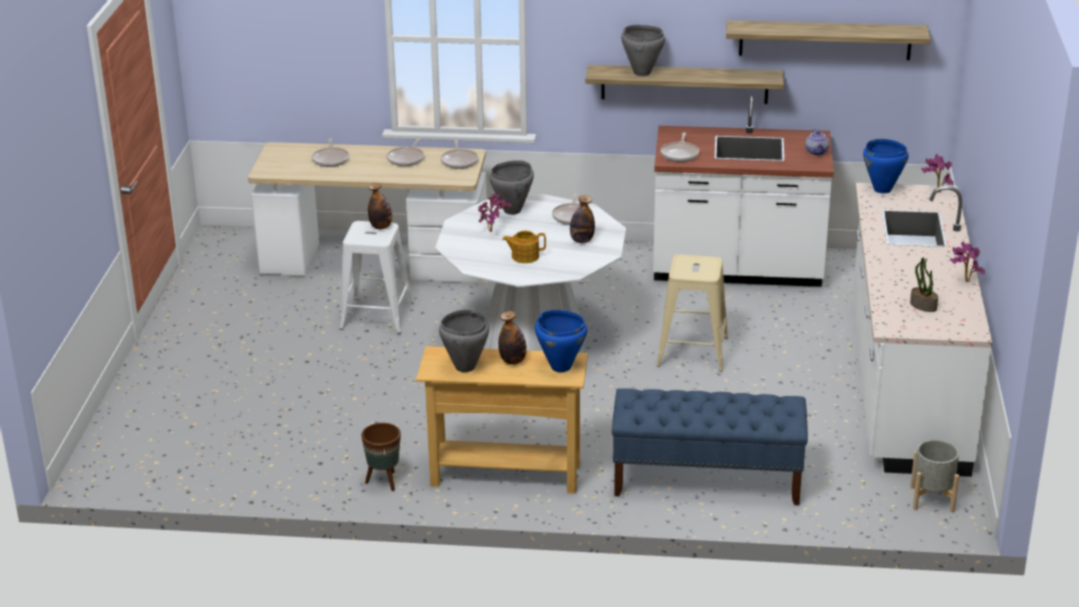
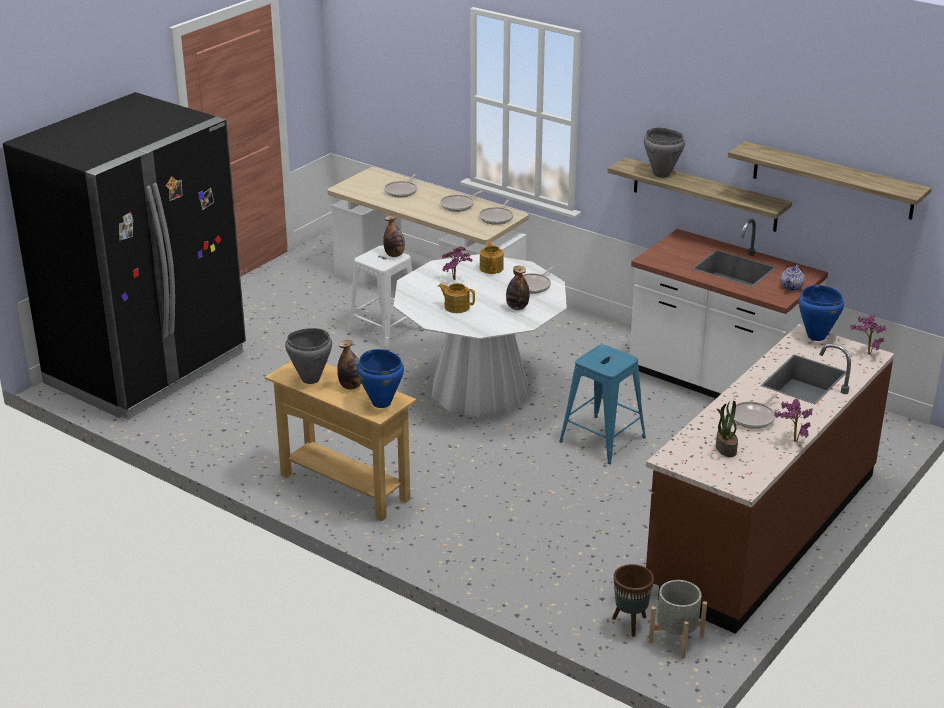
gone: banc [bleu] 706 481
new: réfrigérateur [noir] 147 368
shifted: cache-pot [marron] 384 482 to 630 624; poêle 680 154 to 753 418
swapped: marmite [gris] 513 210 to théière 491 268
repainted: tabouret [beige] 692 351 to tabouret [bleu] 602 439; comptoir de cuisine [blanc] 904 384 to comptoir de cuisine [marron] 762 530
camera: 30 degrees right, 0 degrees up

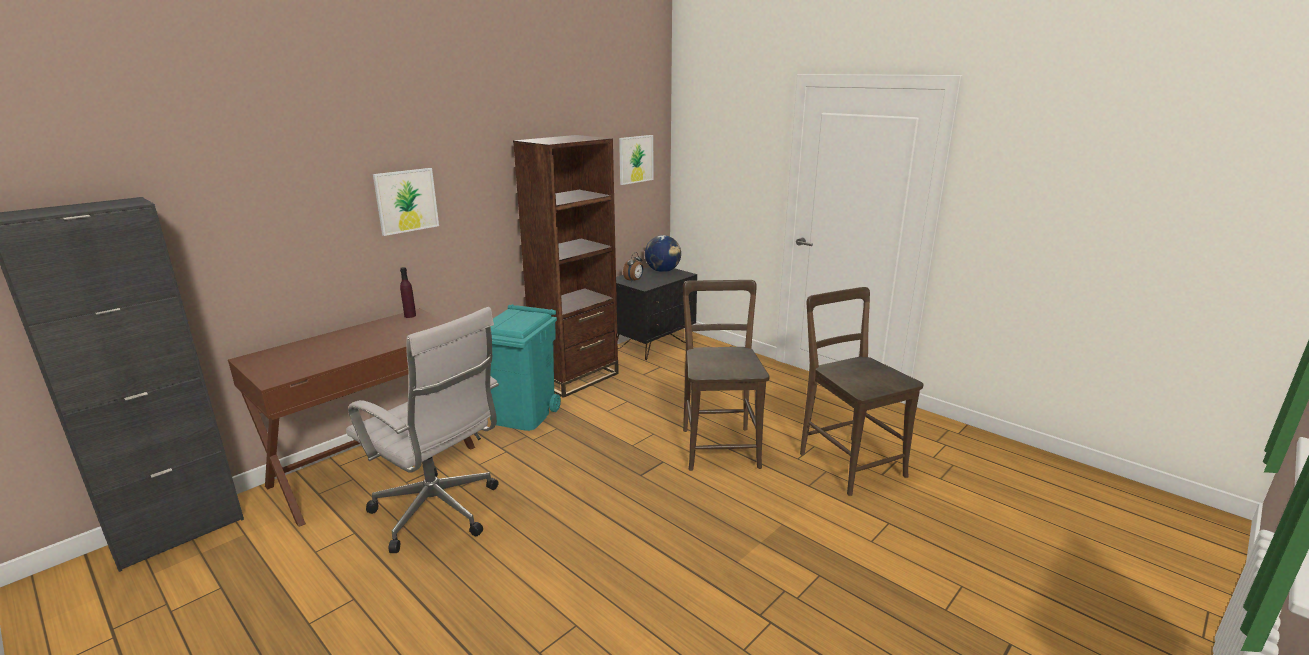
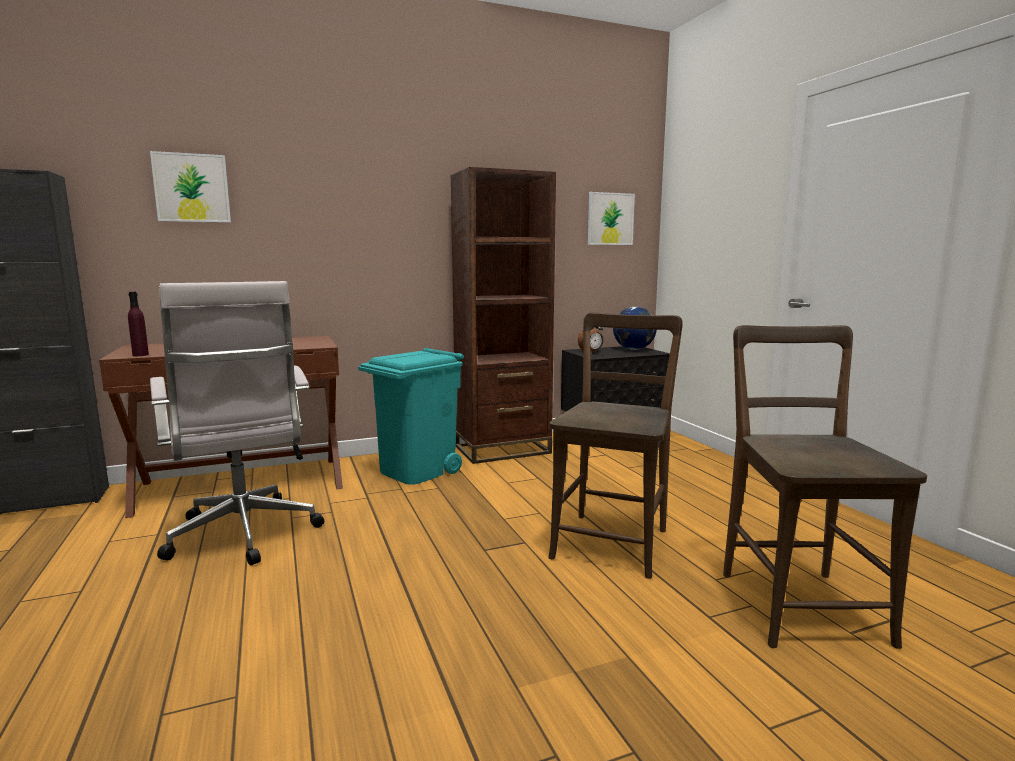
shifted: tableau 406 201 to 192 188; bouteille [violet] 410 316 to 140 355
camera: 25 degrees right, 10 degrees down

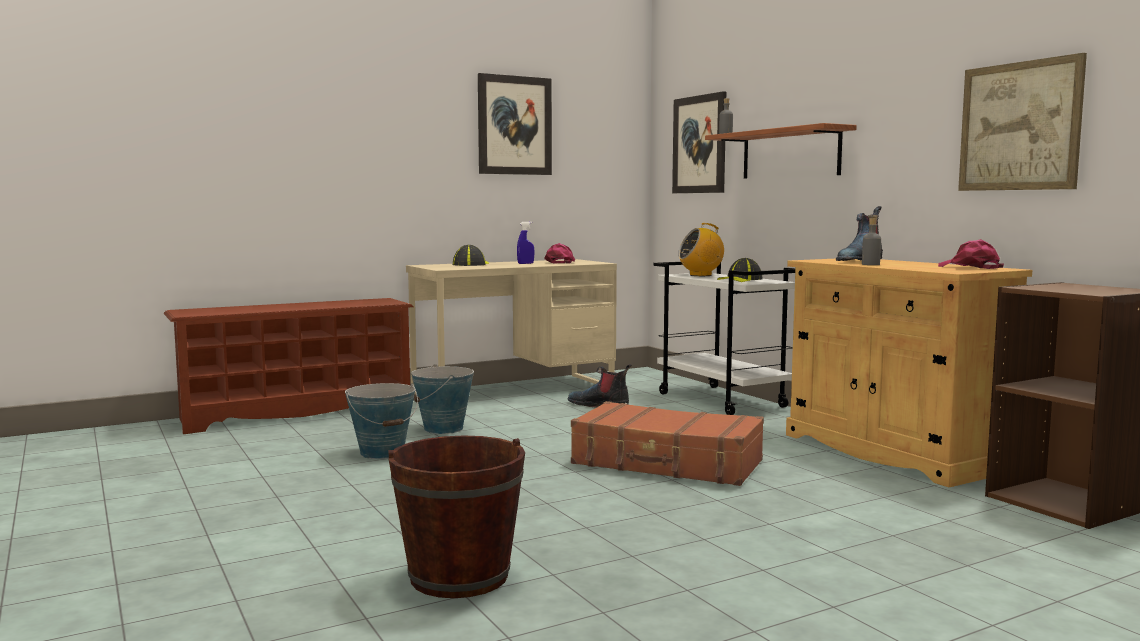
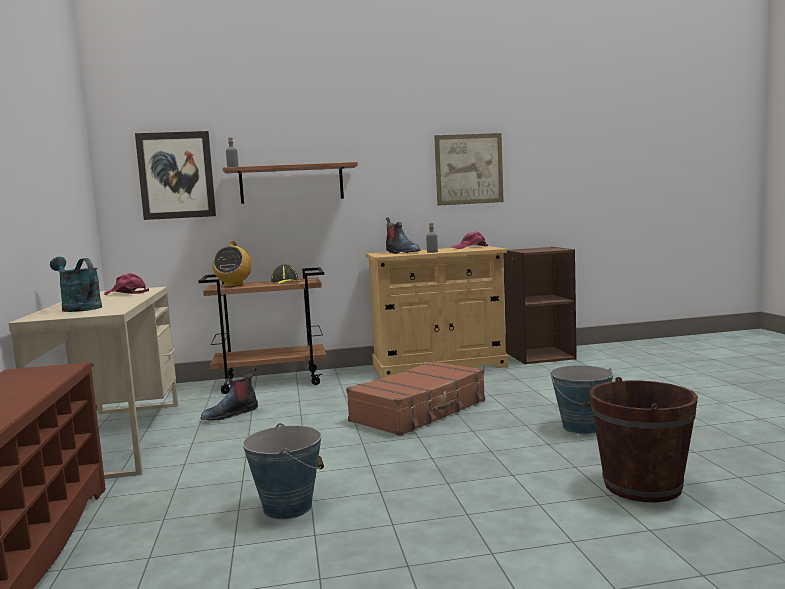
gone: tableau 514 125; vaporisateur [bleu] 525 263
shifted: seau 443 429 to 582 427
swapped: casquette 471 265 to arrosoir [turquoise] 78 308
repainted: chariot [blanc] 723 400 to chariot [marron] 272 381
camera: 70 degrees left, 0 degrees up

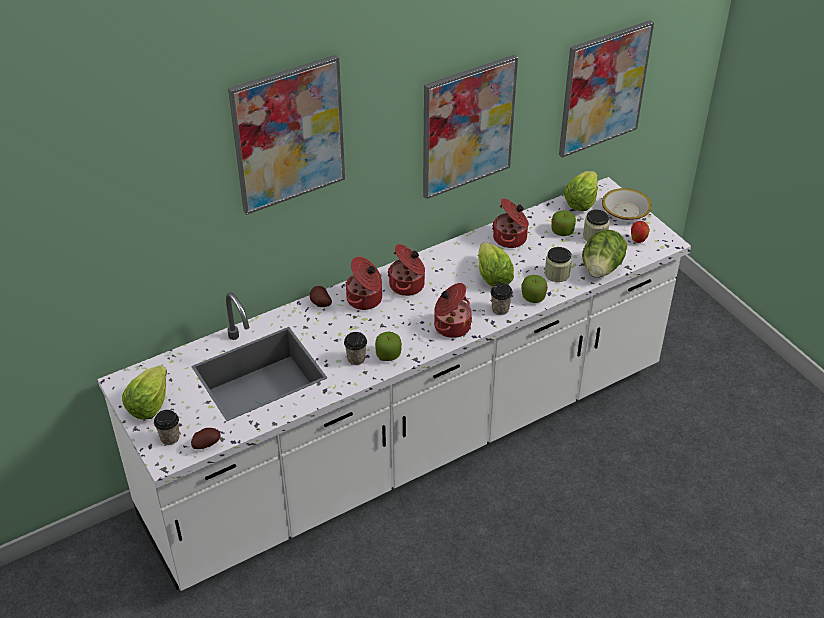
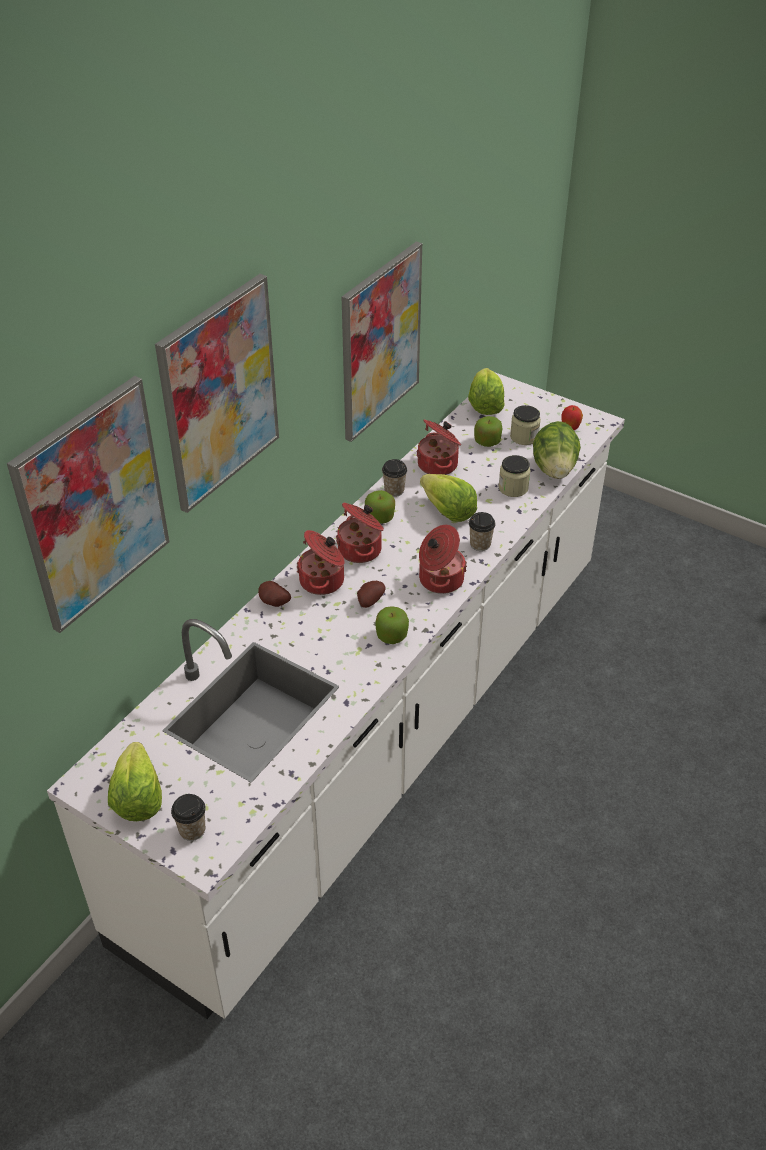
gone: bol 625 211
shifted: pomme de terre 206 444 to 369 601; tasse 356 359 to 394 490; pomme 533 297 to 380 517; tableau 603 88 to 93 505
camera: 25 degrees left, 0 degrees up

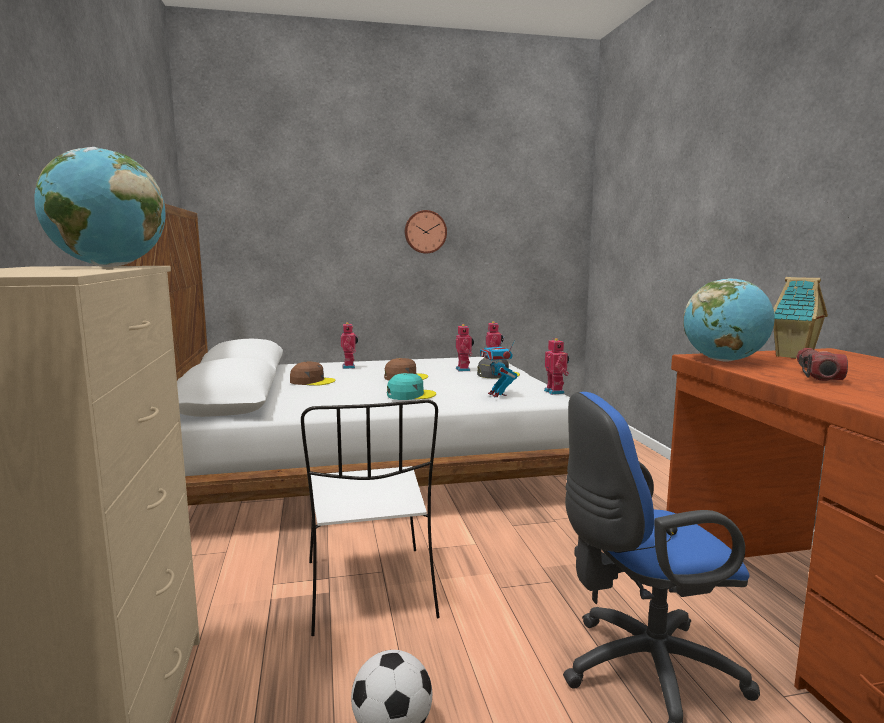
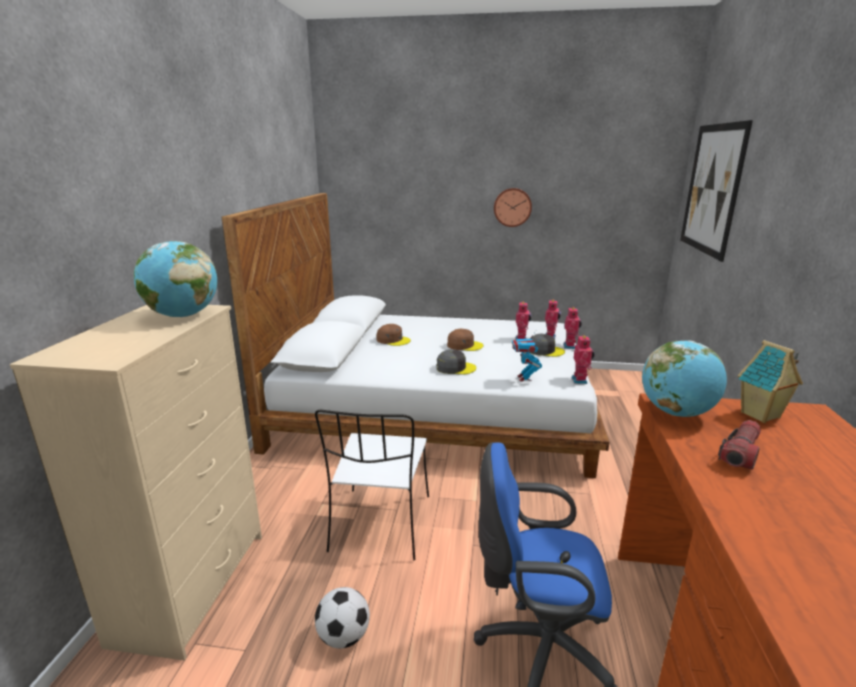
new: tableau 712 189
shifted: robot jouet 350 367 to 570 346
repainted: casquette [turquoise] 410 395 to casquette [gris] 455 368
camera: 20 degrees right, 10 degrees up

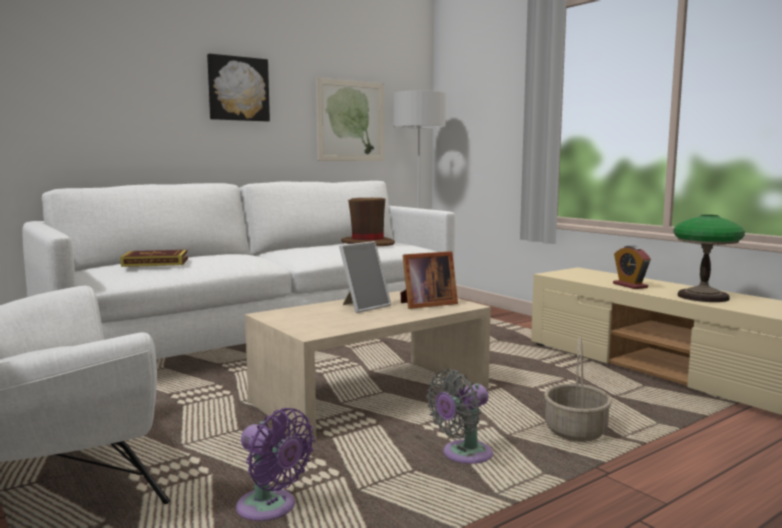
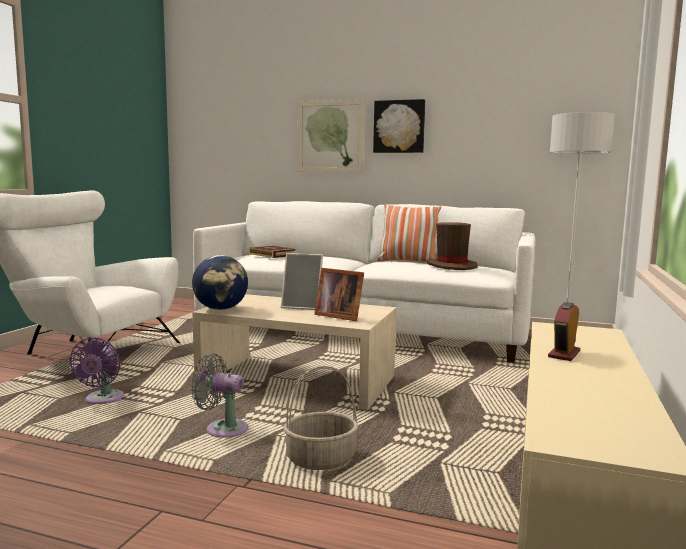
gone: lampe de table 703 297
new: globe 221 309; coussin 407 261
shifted: tableau 351 121 to 330 136
camera: 55 degrees right, 0 degrees up

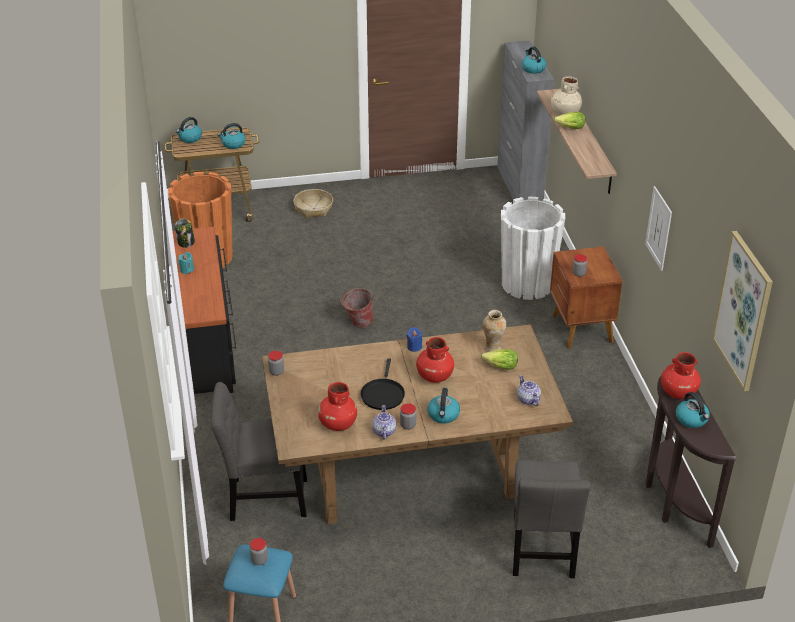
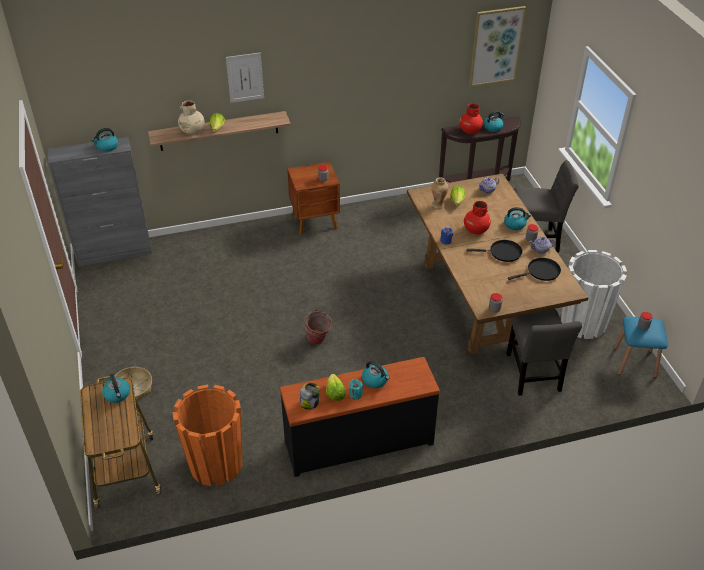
new: laitue 334 393
shifted: bouilloire 190 138 to 375 380; cache-pot [blanc] 527 284 to 583 322; tableau 658 228 to 245 77
swapped: vase [rouge] 337 424 to poêle [noir] 541 272
camera: 95 degrees left, 5 degrees up

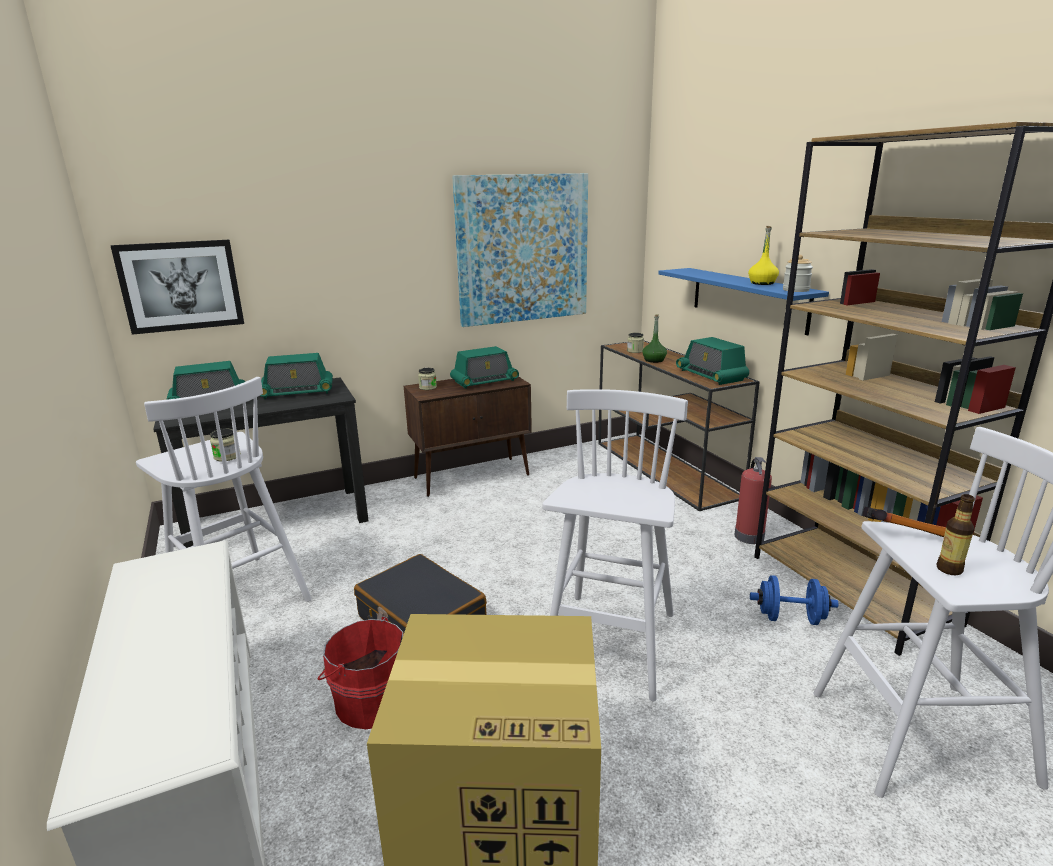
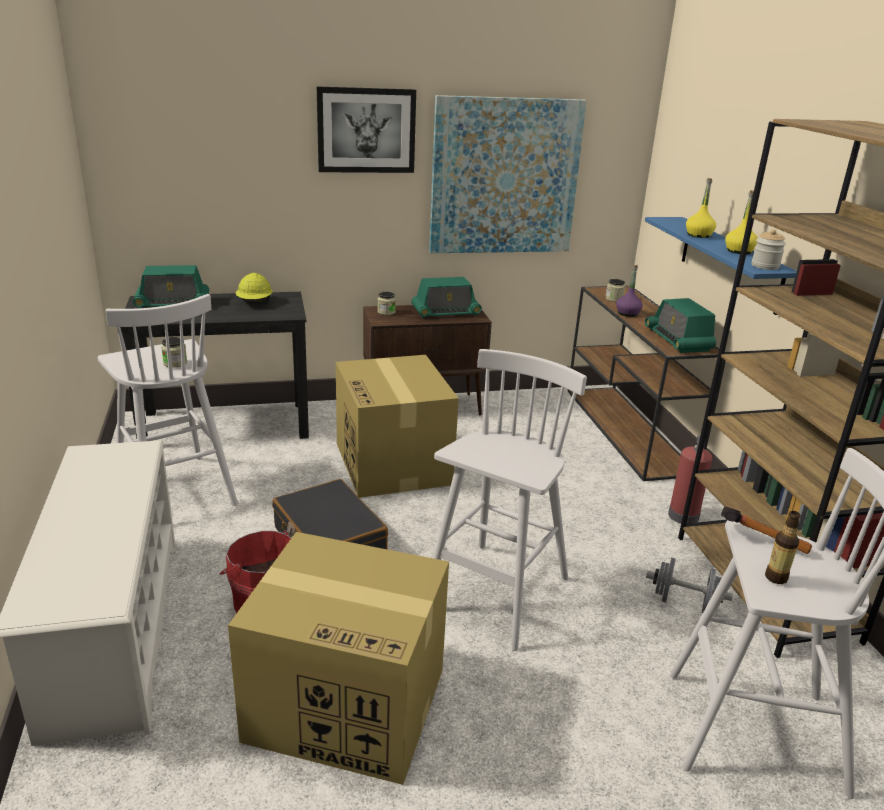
new: carton 393 464; bouteille [jaune] 698 235
shifted: tableau 181 286 to 366 130
swapped: radio 297 392 to casque de chantier [jaune] 255 303
repainted: bouteille [vert] 654 360 to bouteille [violet] 627 313; haltère [bleu] 790 618 to haltère [gris] 684 603
camera: 10 degrees right, 5 degrees up

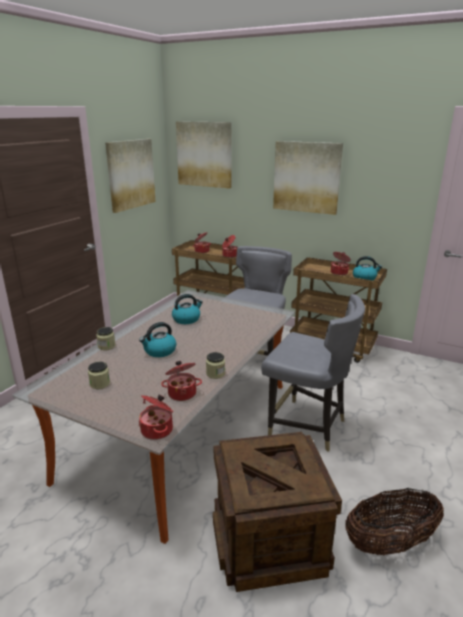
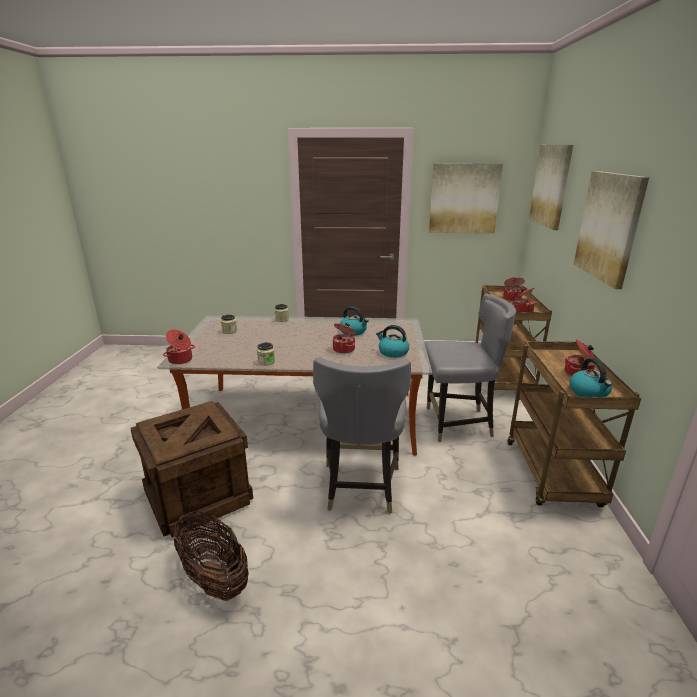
shifted: bouilloire 159 351 to 392 352; marmite 182 393 to 344 349
camera: 65 degrees right, 0 degrees up

